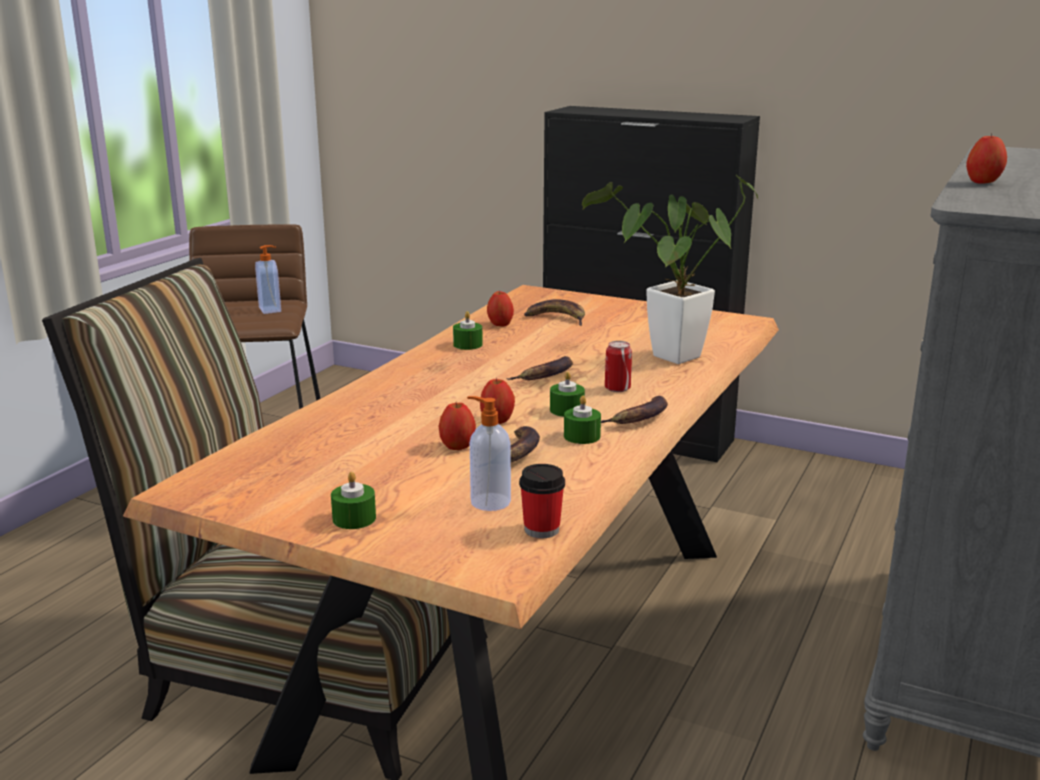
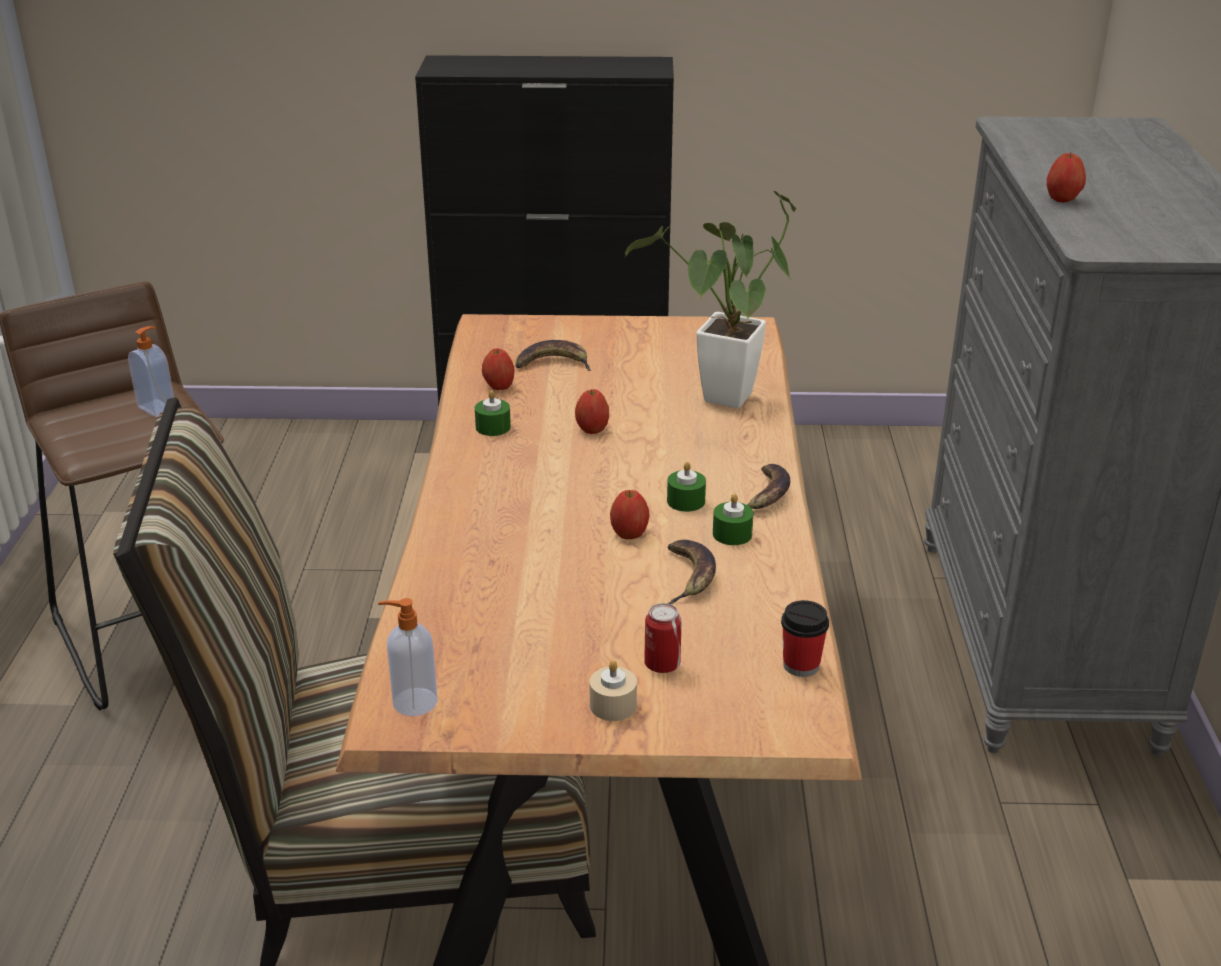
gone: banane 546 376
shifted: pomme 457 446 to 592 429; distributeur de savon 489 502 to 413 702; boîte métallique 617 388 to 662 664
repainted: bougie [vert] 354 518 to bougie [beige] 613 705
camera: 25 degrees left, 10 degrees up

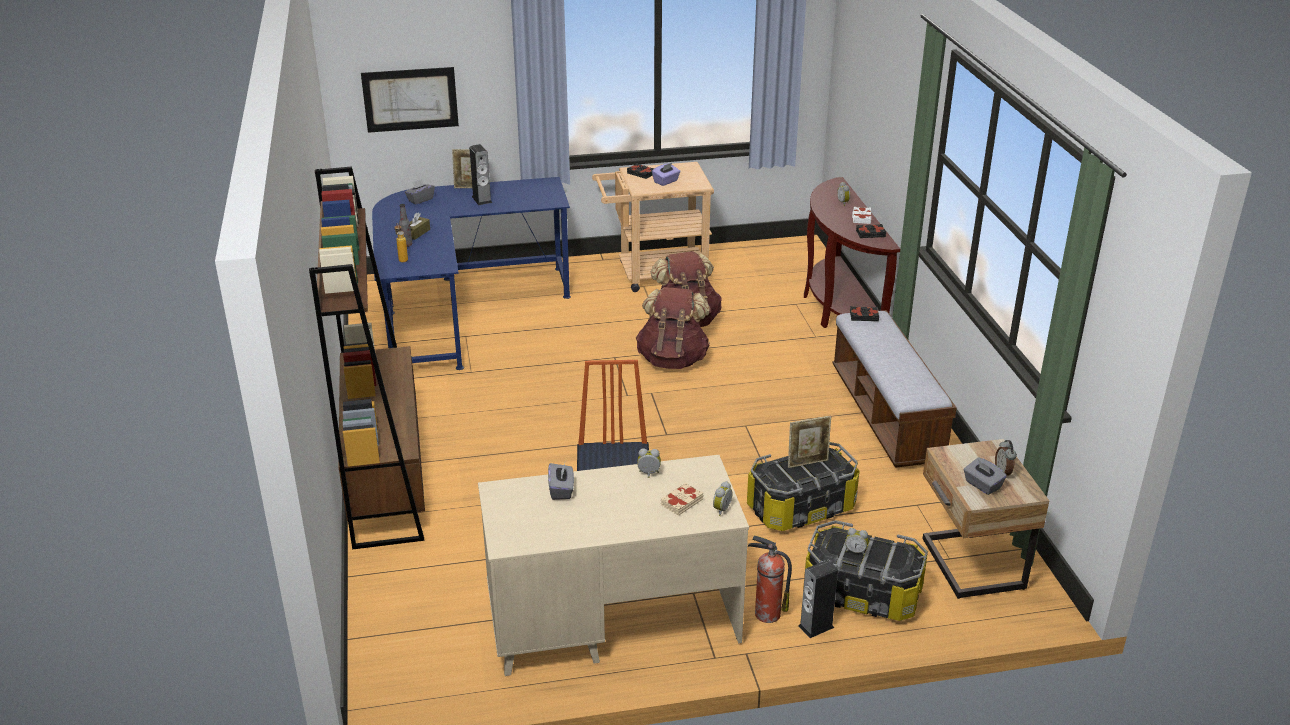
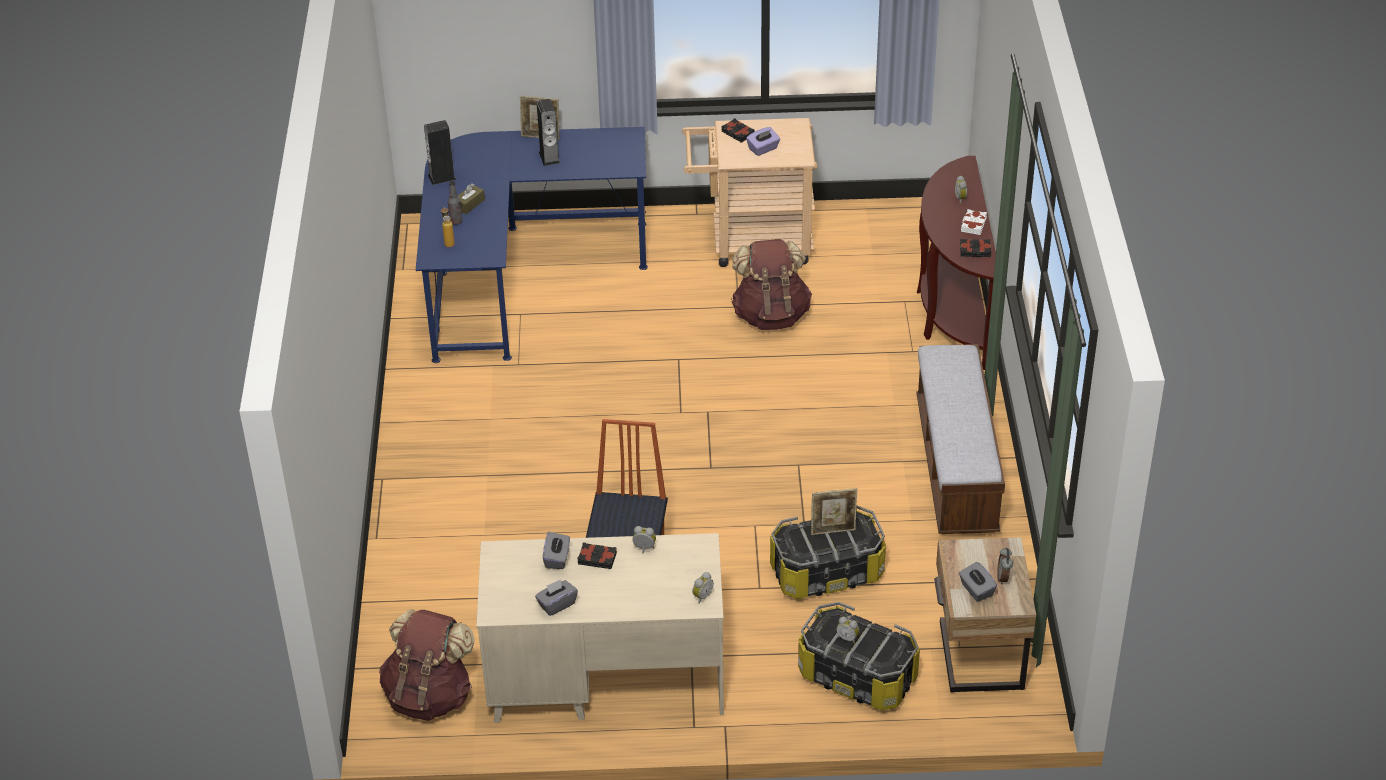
gone: bibliothèque [marron] 386 478; tableau 410 99; livre [beige] 681 502; extincteur 766 613
shifted: boîte à mouchoirs [gris] 420 200 to 557 604; sac à dos [marron] 673 359 to 430 695; enceinte 816 626 to 442 177; livre [noir] 864 316 to 597 558
camera: 10 degrees right, 10 degrees up

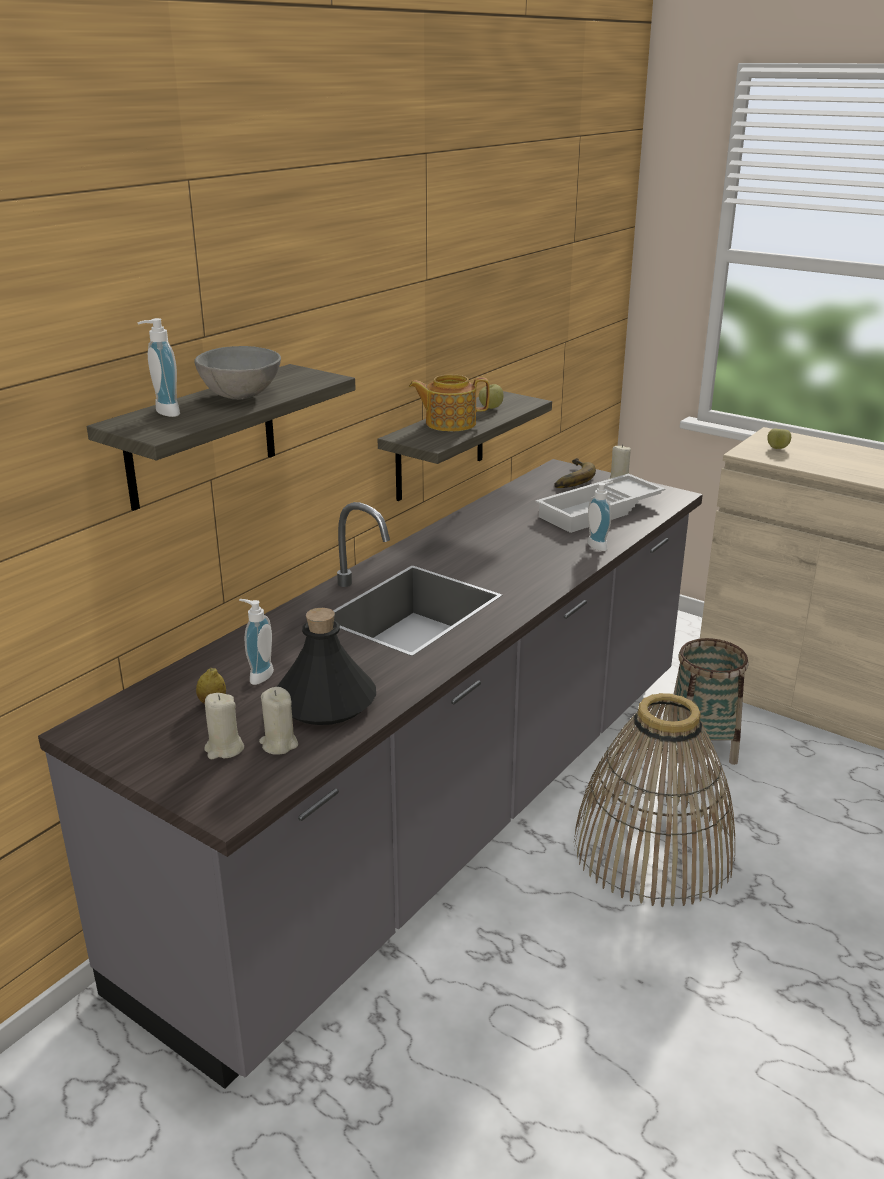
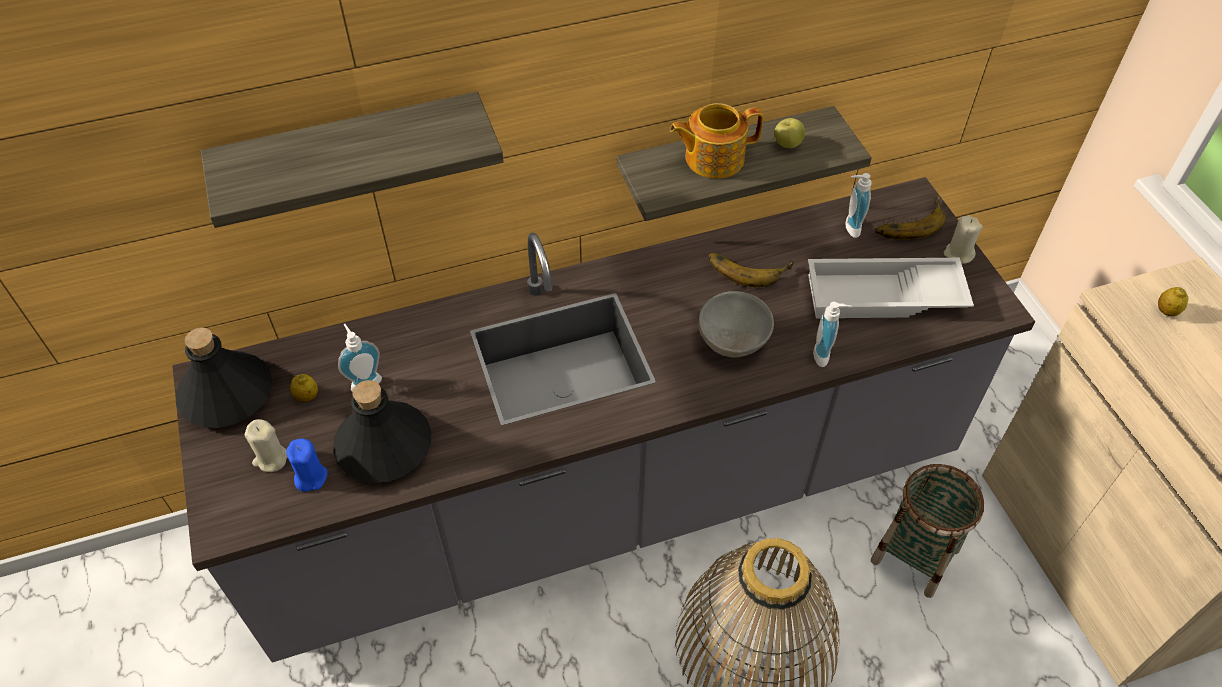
new: bouteille [noir] 226 394; banane 748 266
shifted: distributeur de savon 163 413 to 849 227; bol [gris] 242 396 to 734 342
swapped: pomme 777 448 to citron 1166 311
repainted: bougie [beige] 279 744 to bougie [bleu] 310 477
rotated: théière 449 423 = 712 158 45 degrees counterclockwise
camera: 35 degrees right, 25 degrees up

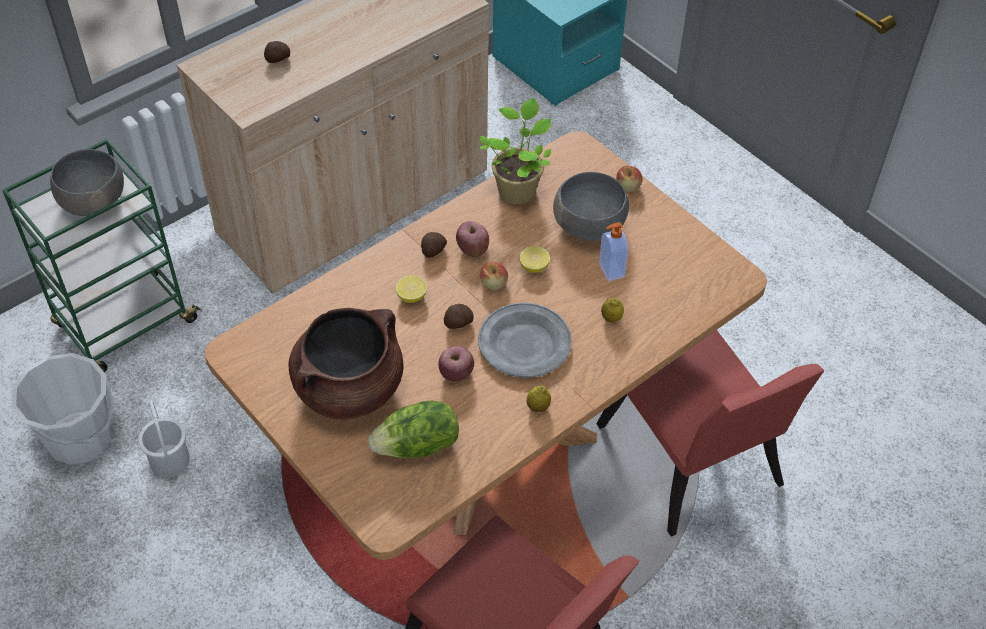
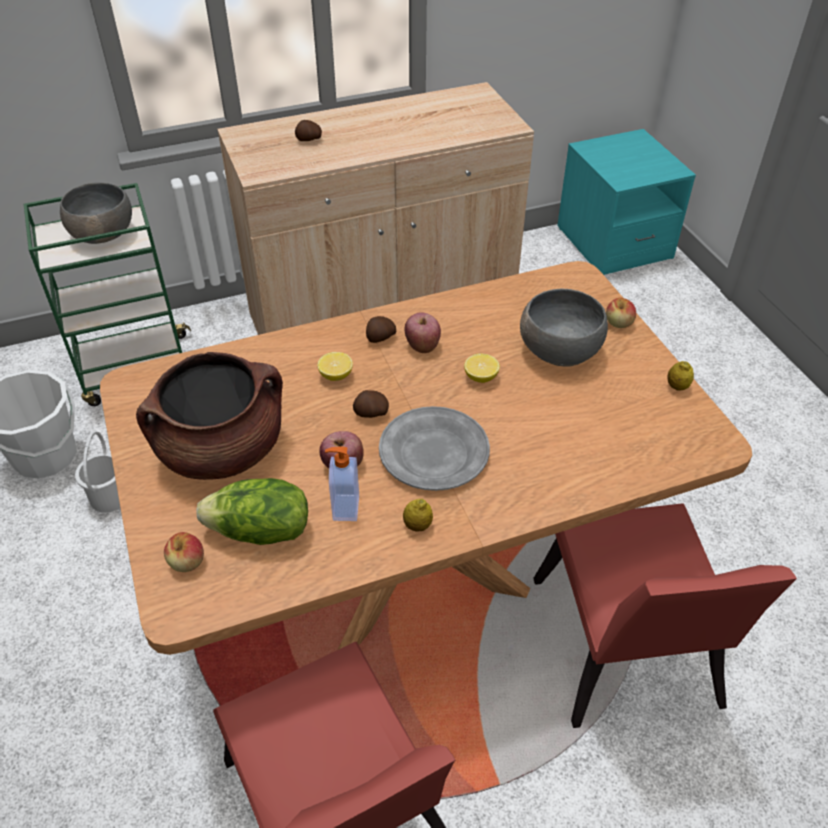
gone: plante en pot 517 189
shifted: pomme 493 284 to 187 562; distributeur de savon 610 270 to 344 508; citron 611 318 to 677 386
camera: 20 degrees right, 5 degrees down

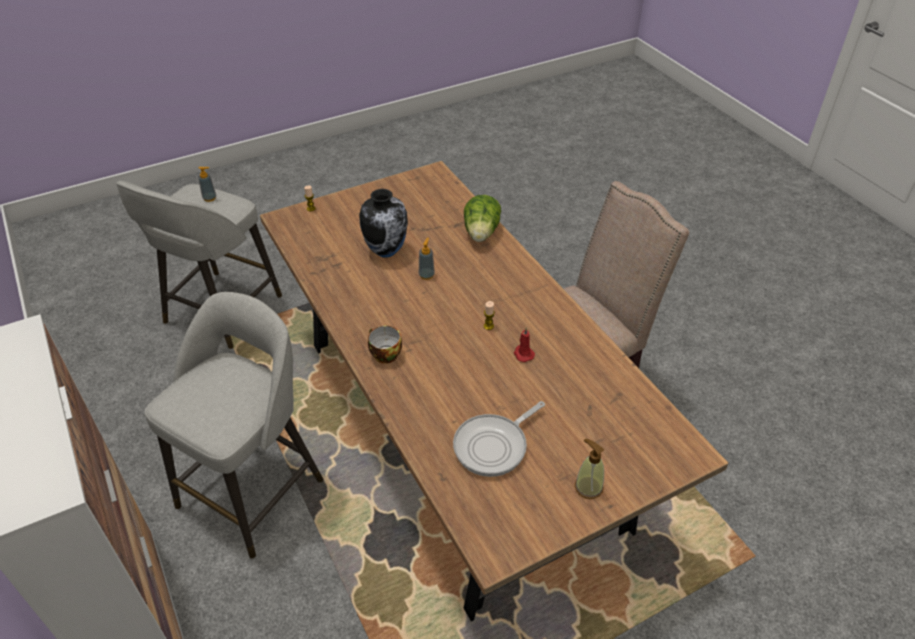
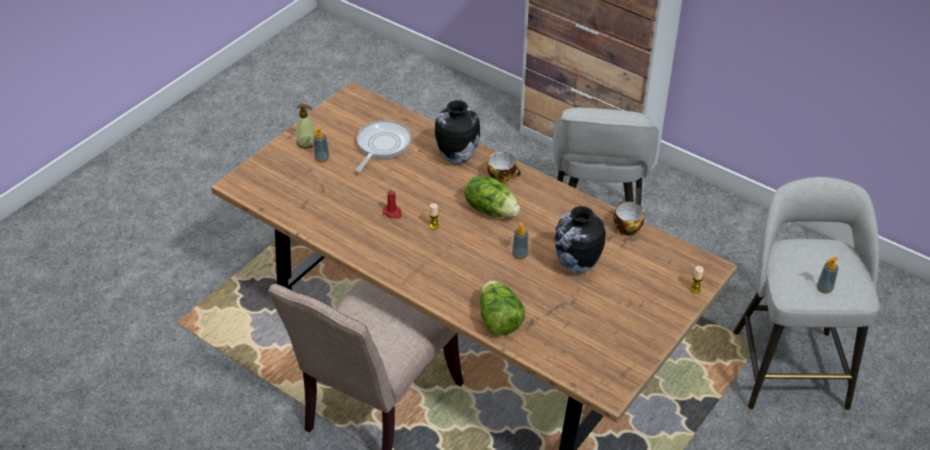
new: distributeur de savon 322 158; vase 456 158; laitue 491 209; tasse 625 227
camera: 155 degrees right, 0 degrees up

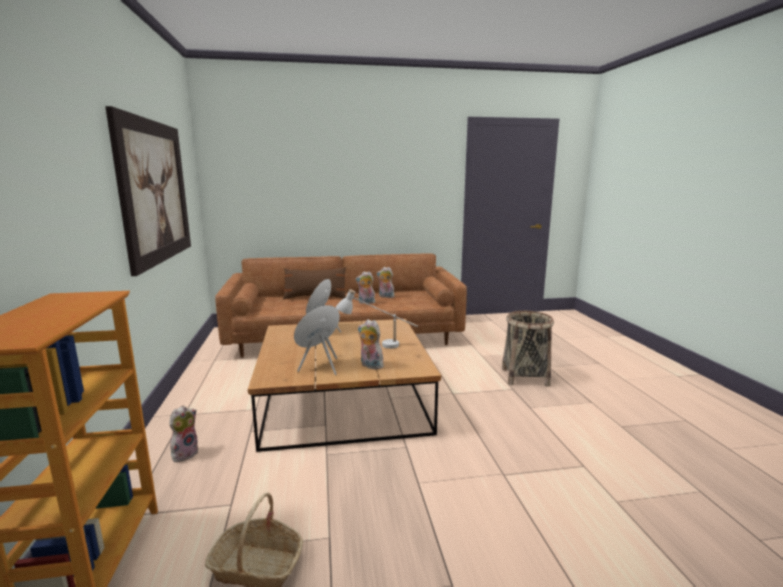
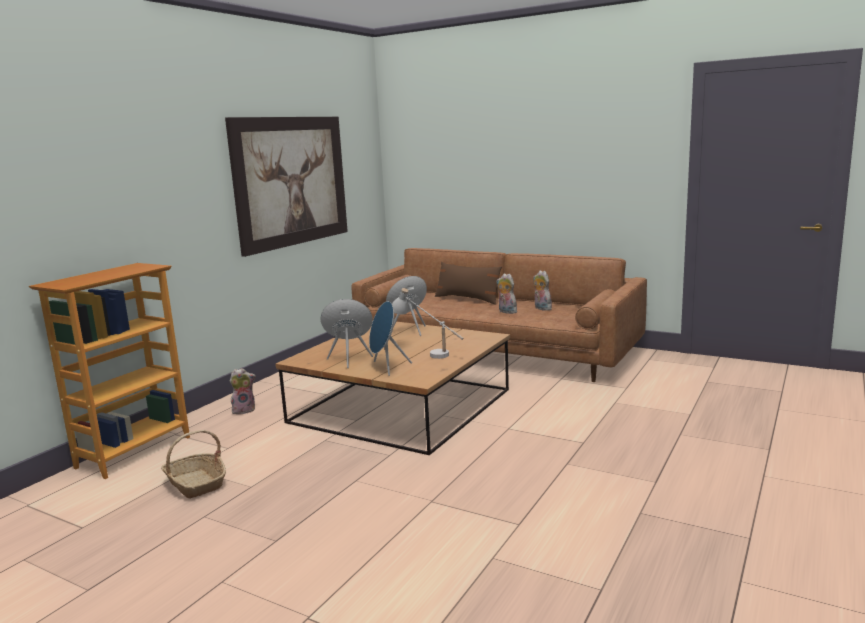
gone: panier 525 377
swapped: peluche 370 366 to enceinte [bleu] 386 367
camera: 40 degrees right, 0 degrees up

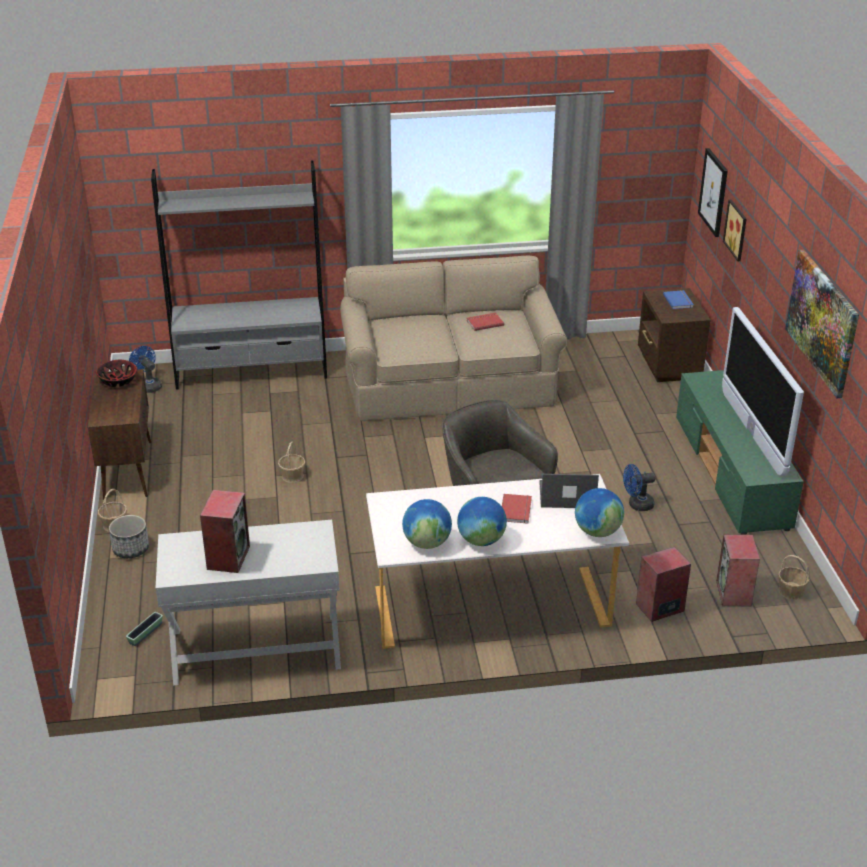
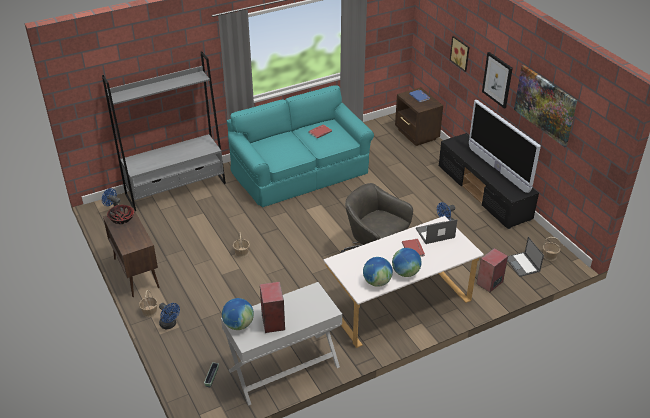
shifted: globe 597 531 to 238 324; tableau 714 192 to 497 79
swapped: cache-pot 131 549 to ventilateur [bleu] 169 325; enceinte 734 594 to ordinateur portable 522 265
repainted: canapé [beige] 450 383 to canapé [turquoise] 300 171; meuble télé [vert] 732 473 to meuble télé [noir] 484 193
camera: 20 degrees left, 5 degrees up

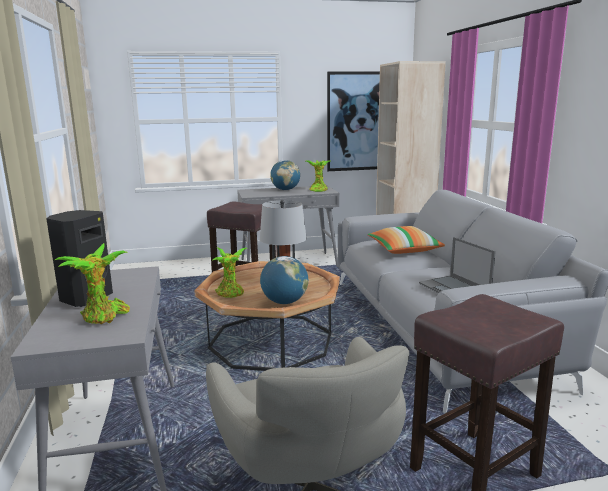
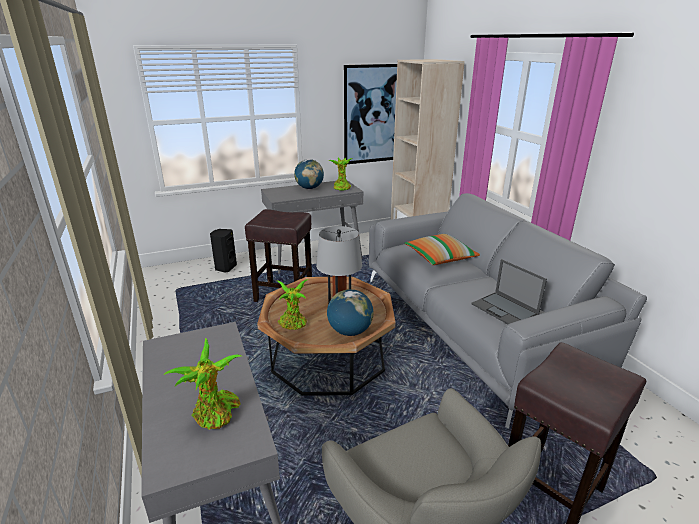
shifted: enceinte [noir] 85 298 to 225 268
camera: 10 degrees left, 10 degrees up

